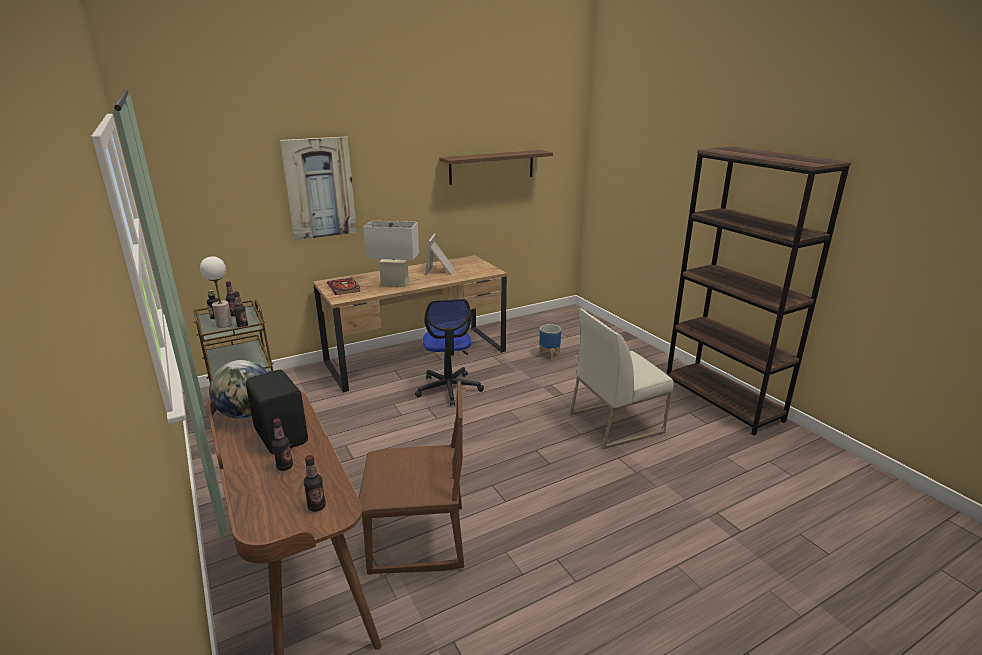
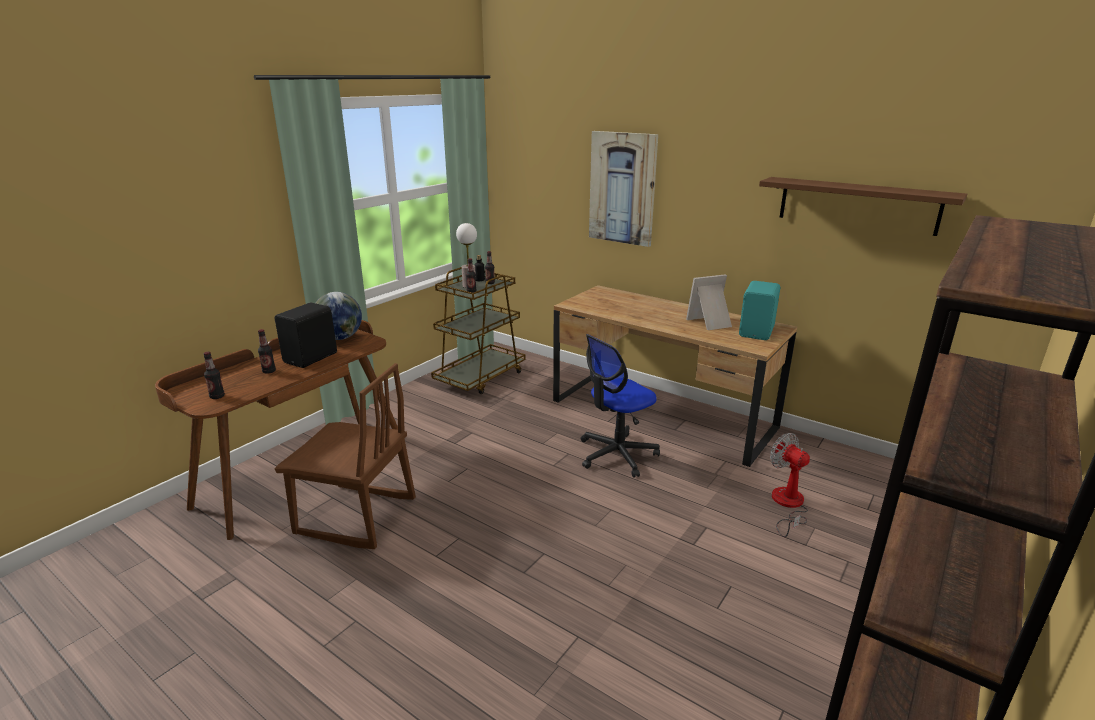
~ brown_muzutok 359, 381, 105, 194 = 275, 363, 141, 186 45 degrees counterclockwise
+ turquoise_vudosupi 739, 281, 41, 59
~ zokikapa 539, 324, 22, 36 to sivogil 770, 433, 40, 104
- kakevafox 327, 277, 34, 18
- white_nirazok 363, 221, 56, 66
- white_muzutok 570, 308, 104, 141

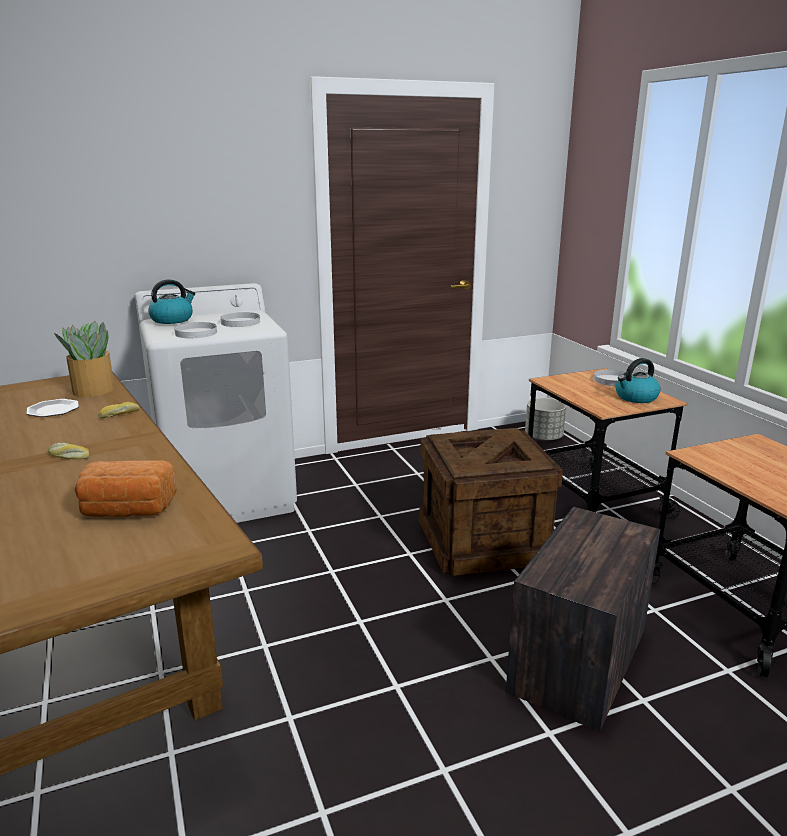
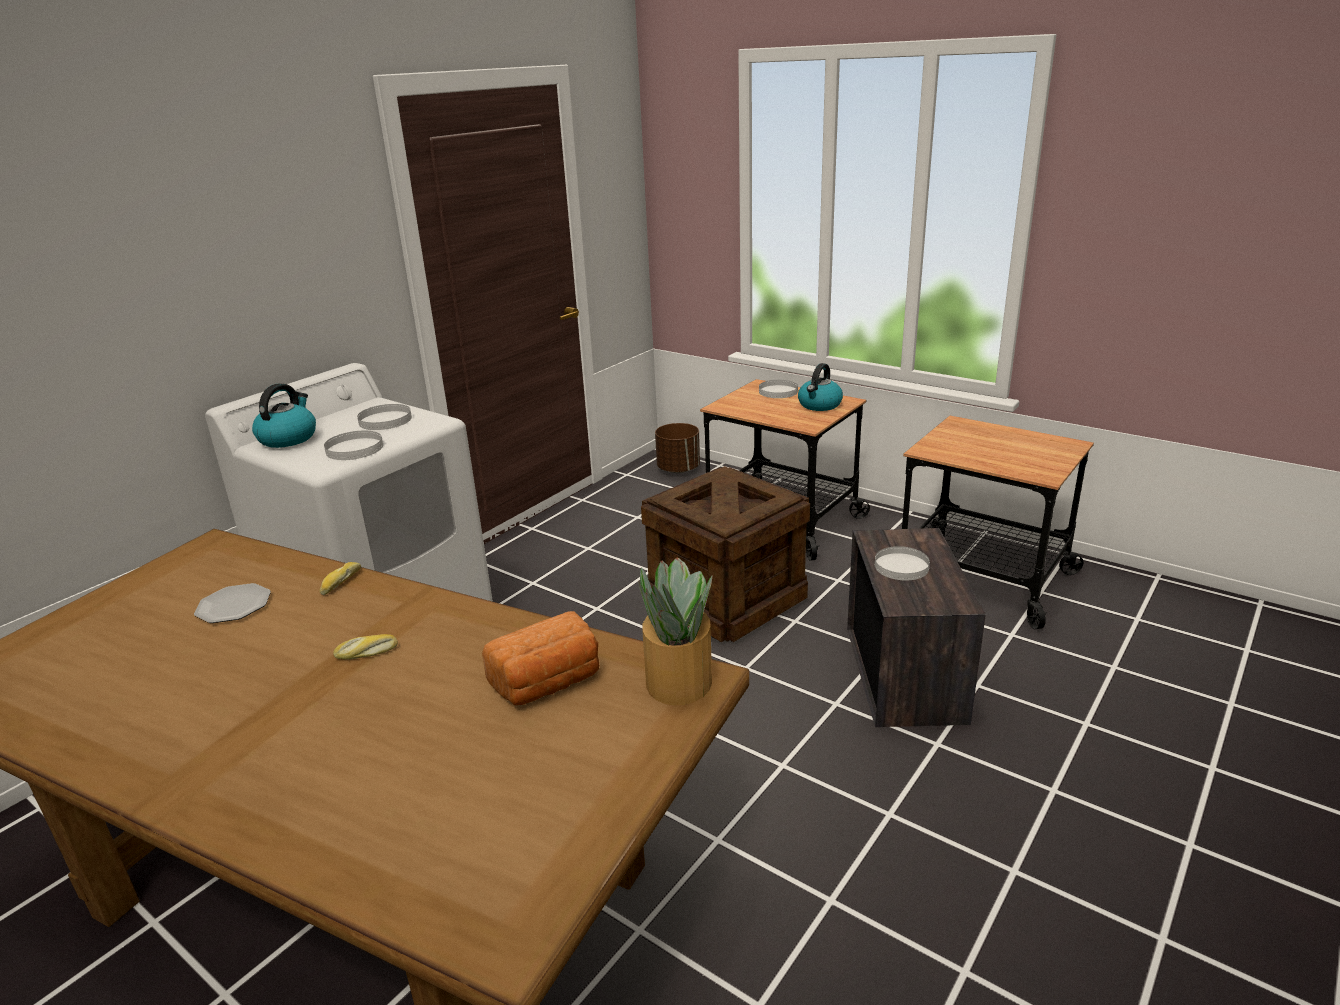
~ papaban 54, 321, 61, 76 to 638, 558, 75, 148
~ grey_zokikapa 525, 398, 41, 43 to brown_zokikapa 655, 423, 45, 50
+ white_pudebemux 875, 546, 55, 34

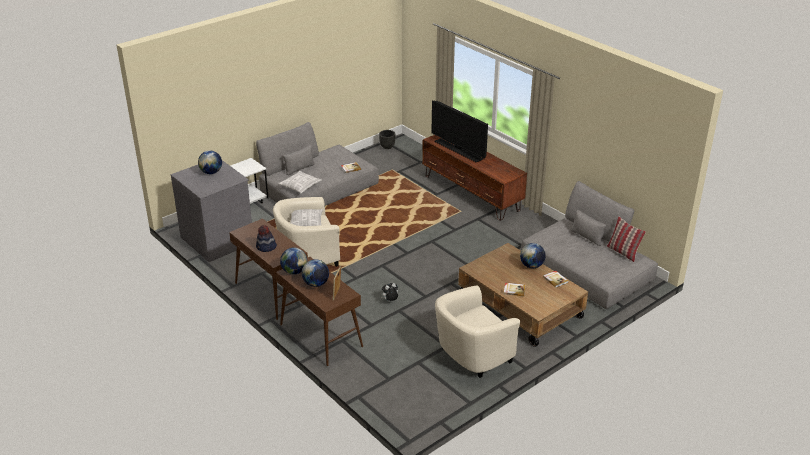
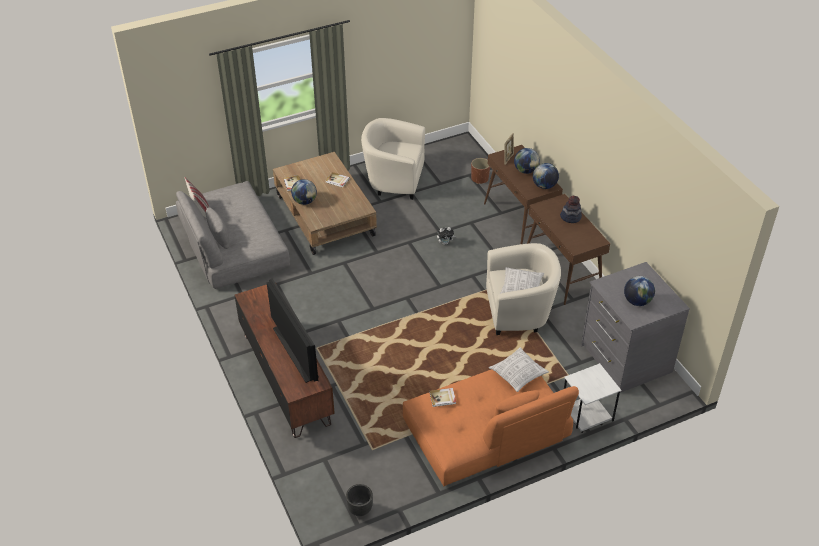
~ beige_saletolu 435, 285, 85, 93 = 361, 118, 64, 82 150 degrees counterclockwise
~ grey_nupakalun 256, 122, 123, 84 to orange_nupakalun 403, 369, 176, 117
+ brown_zokikapa 471, 158, 19, 26

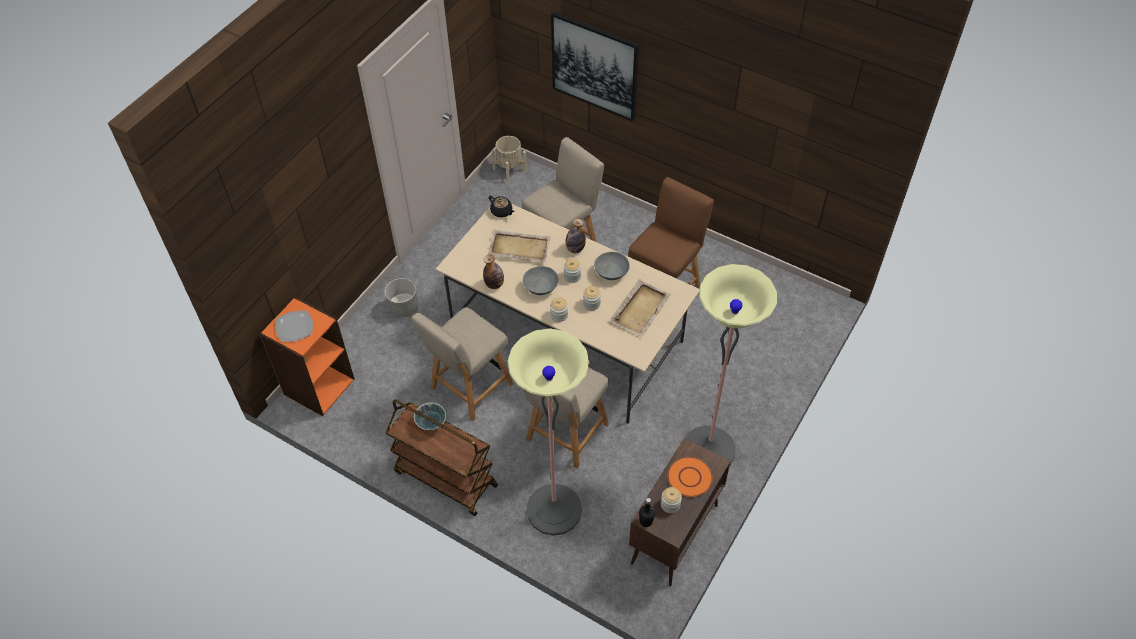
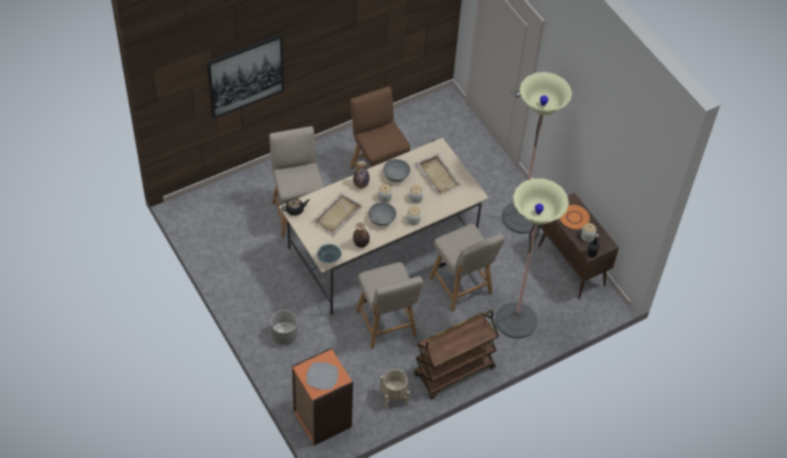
~ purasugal 414, 402, 32, 28 to 317, 244, 25, 20
~ beige_zokikapa 492, 136, 35, 46 to 380, 369, 29, 41

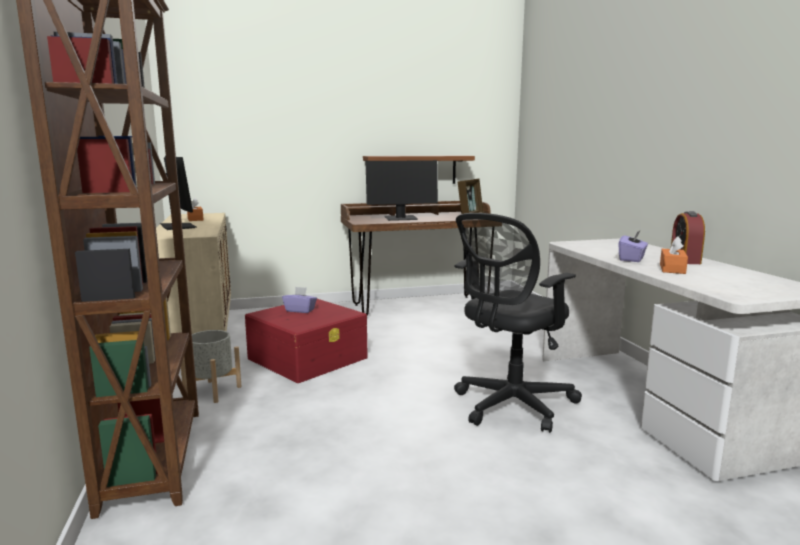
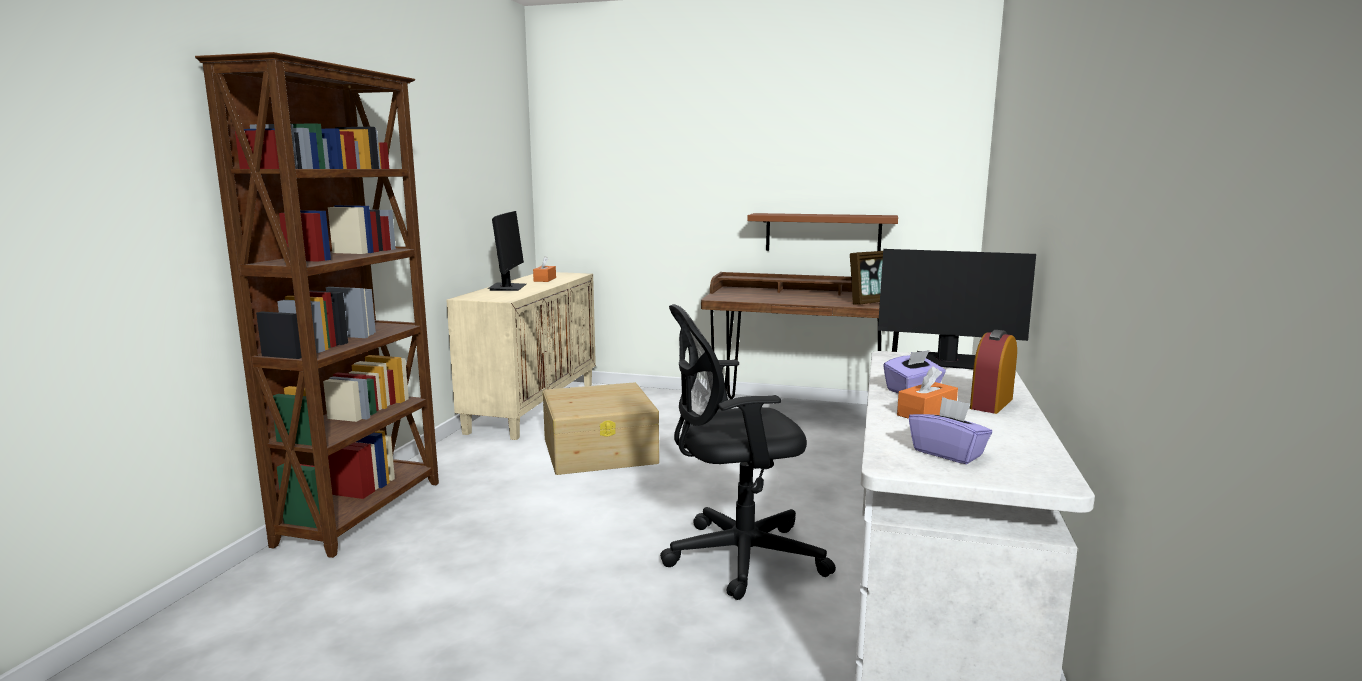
~ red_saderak 245, 299, 123, 84 to beige_saderak 543, 382, 116, 93
~ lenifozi 366, 160, 72, 61 to 878, 249, 158, 120
~ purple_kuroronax 282, 287, 35, 26 to 909, 397, 83, 67
- grey_zokikapa 181, 330, 60, 73

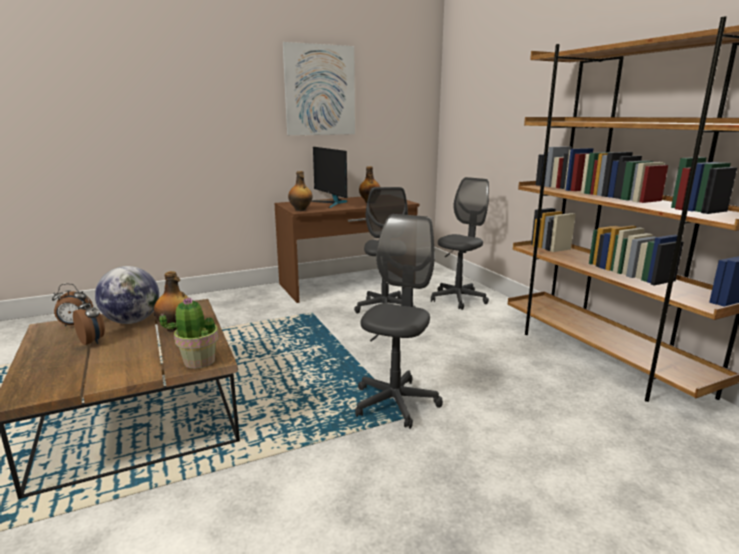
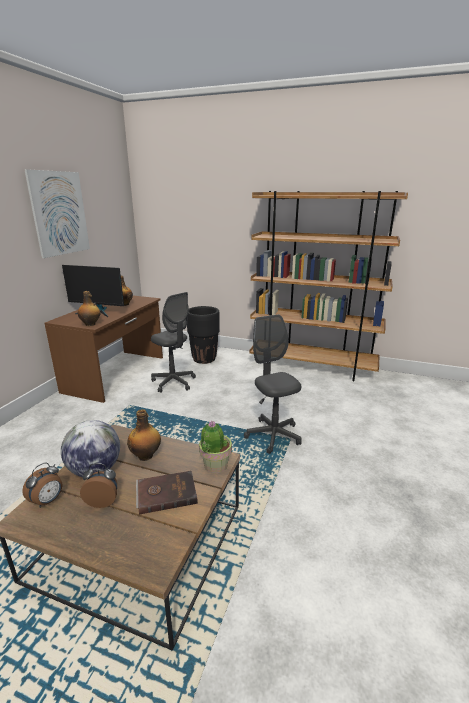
+ brown_kakevafox 136, 471, 62, 44
~ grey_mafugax 431, 177, 58, 133 to black_zokikapa 187, 306, 33, 58

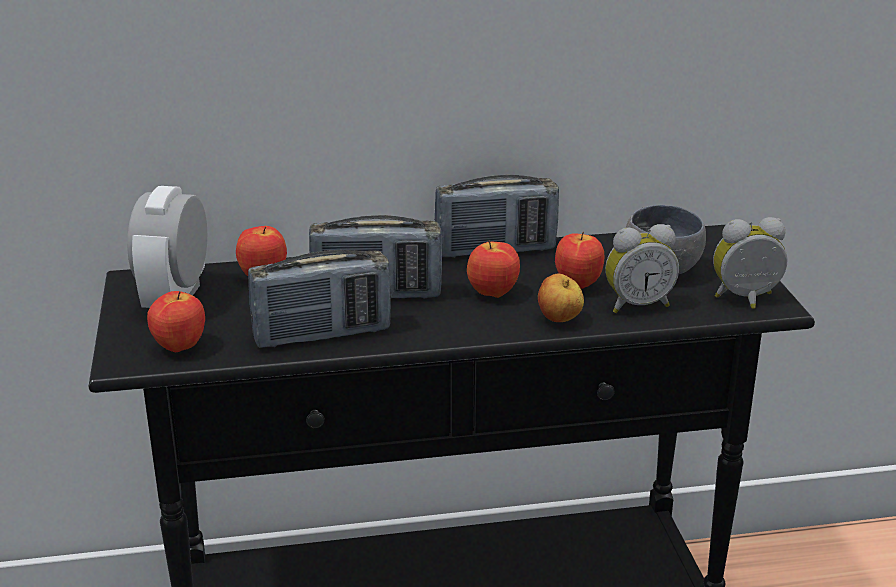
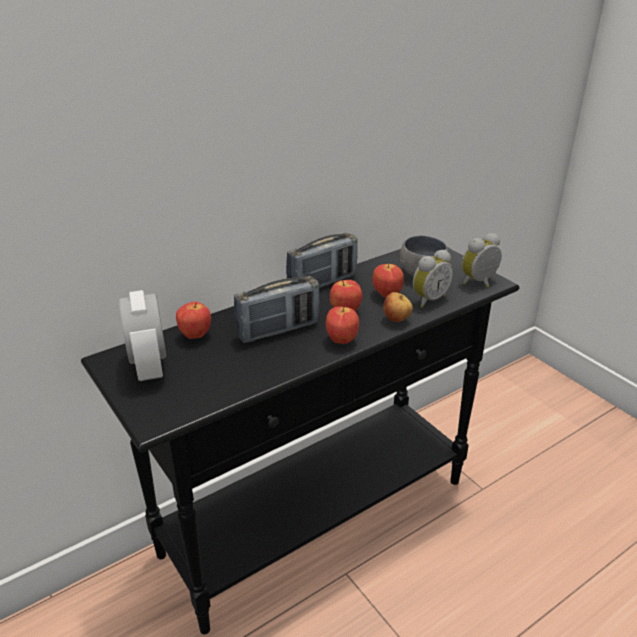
~ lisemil 147, 291, 58, 61 to 326, 307, 33, 37
- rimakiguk 248, 250, 143, 98

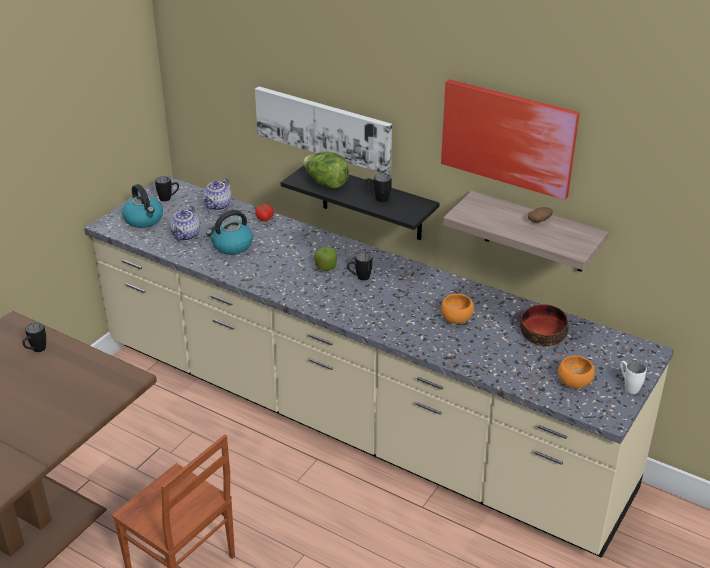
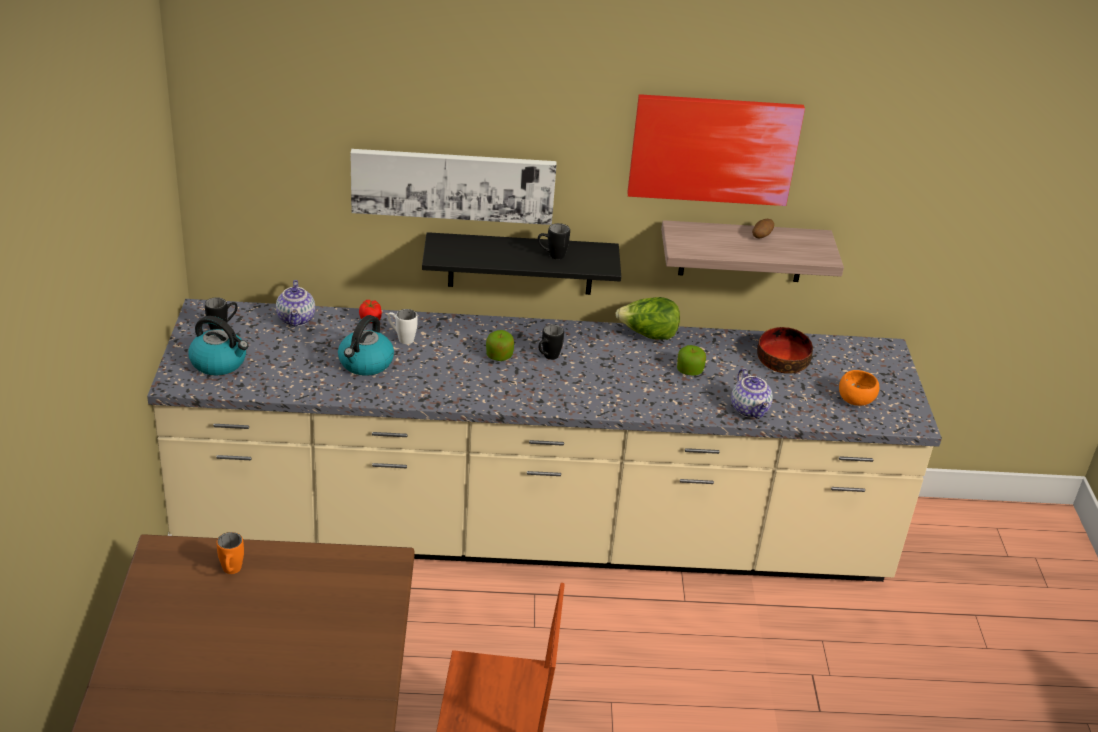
~ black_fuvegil 22, 322, 24, 30 to orange_fuvegil 216, 532, 28, 42
~ white_fuvegil 620, 361, 27, 33 to 388, 309, 29, 35
~ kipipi 303, 152, 46, 37 to 615, 297, 65, 43
~ orange_purasugal 441, 294, 33, 30 to lisemil 677, 345, 29, 30
~ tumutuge 170, 206, 30, 35 to 731, 368, 42, 51

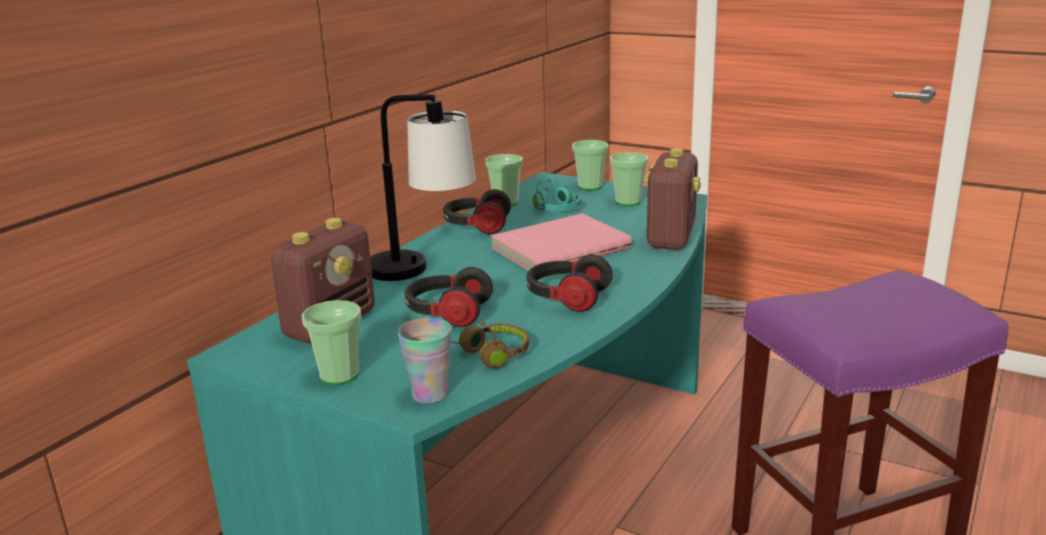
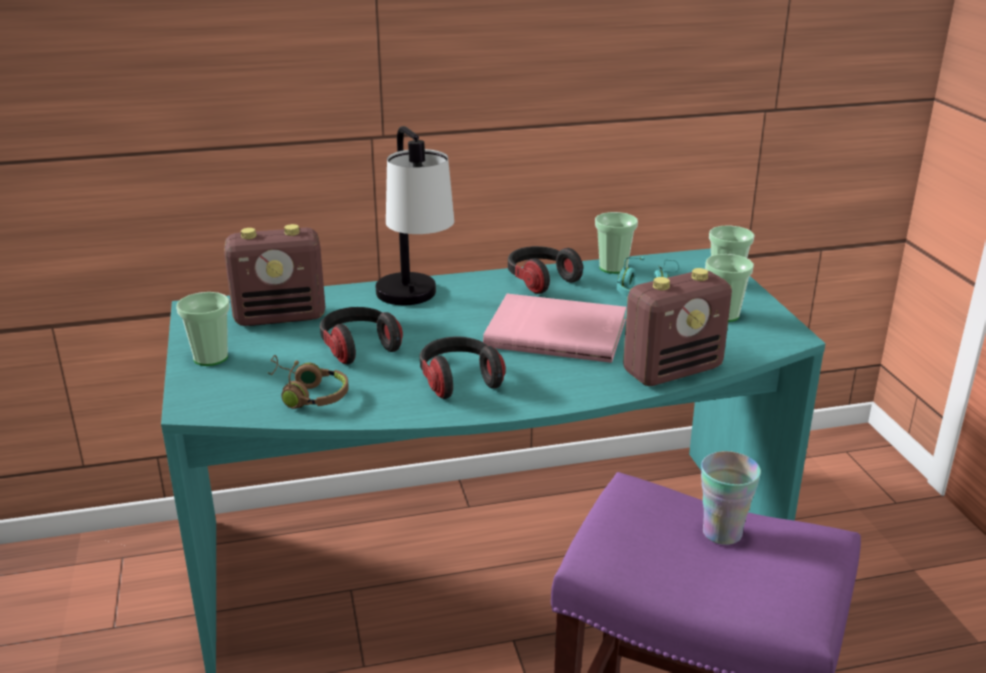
~ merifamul 398, 317, 54, 87 to 701, 451, 60, 94

